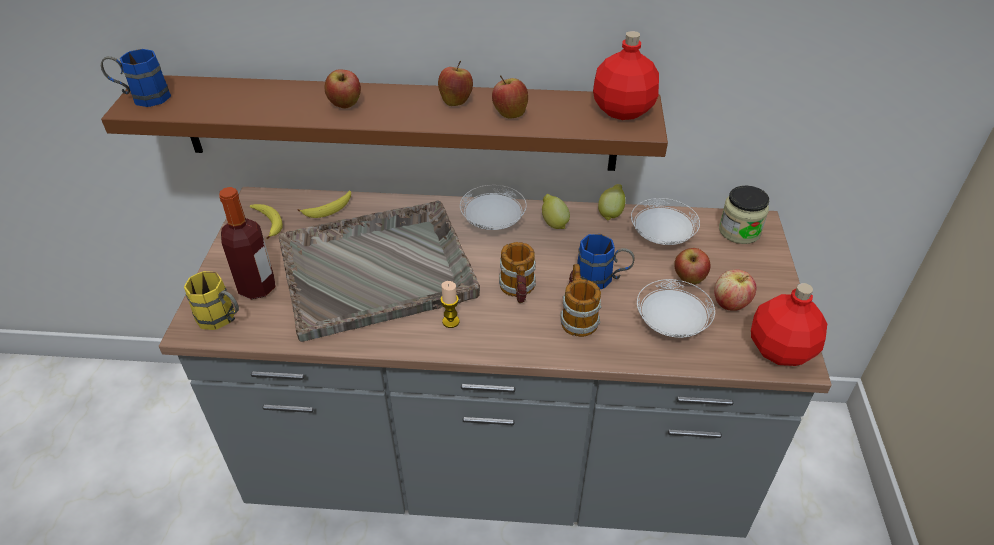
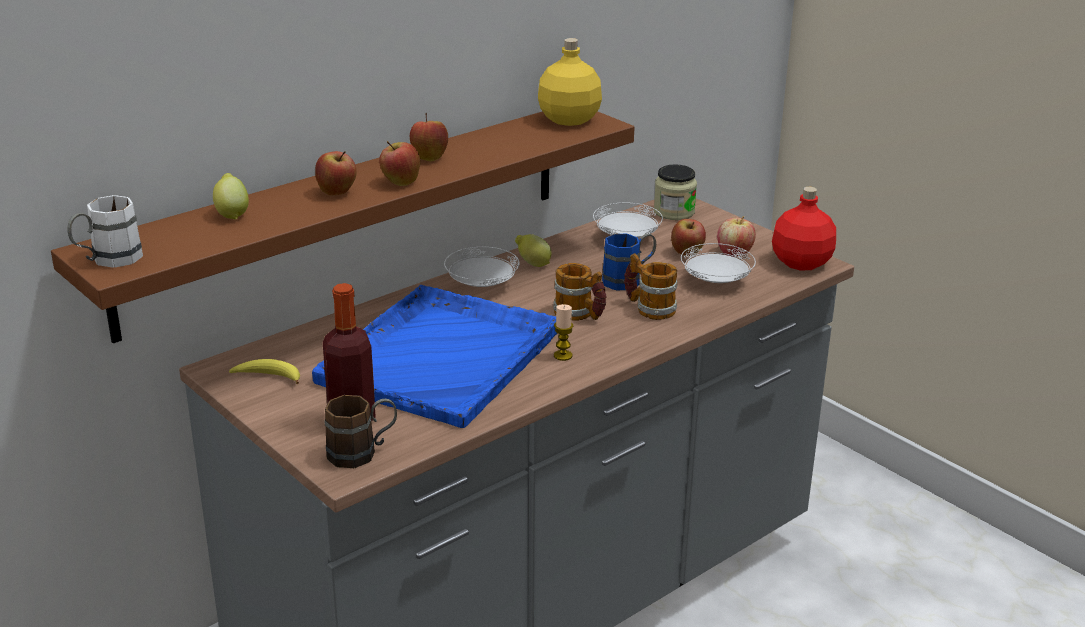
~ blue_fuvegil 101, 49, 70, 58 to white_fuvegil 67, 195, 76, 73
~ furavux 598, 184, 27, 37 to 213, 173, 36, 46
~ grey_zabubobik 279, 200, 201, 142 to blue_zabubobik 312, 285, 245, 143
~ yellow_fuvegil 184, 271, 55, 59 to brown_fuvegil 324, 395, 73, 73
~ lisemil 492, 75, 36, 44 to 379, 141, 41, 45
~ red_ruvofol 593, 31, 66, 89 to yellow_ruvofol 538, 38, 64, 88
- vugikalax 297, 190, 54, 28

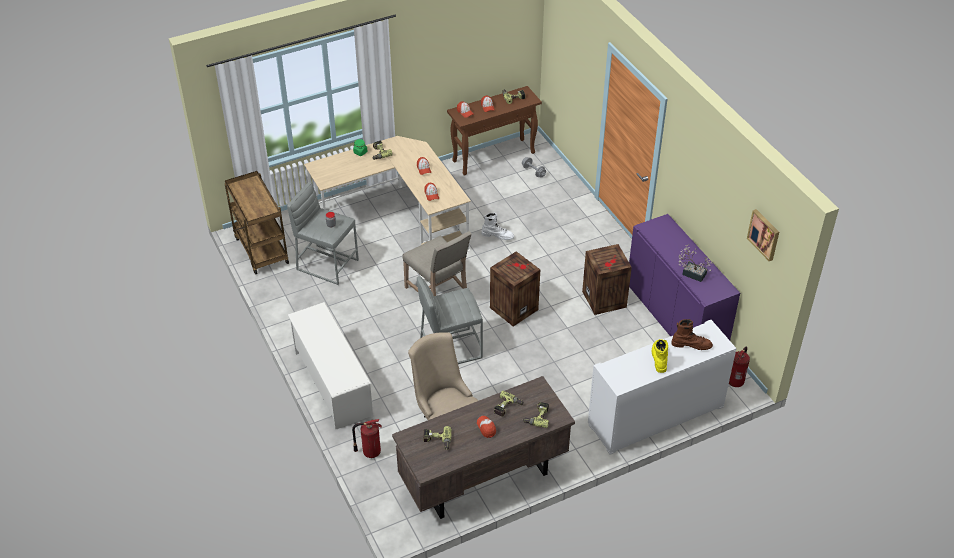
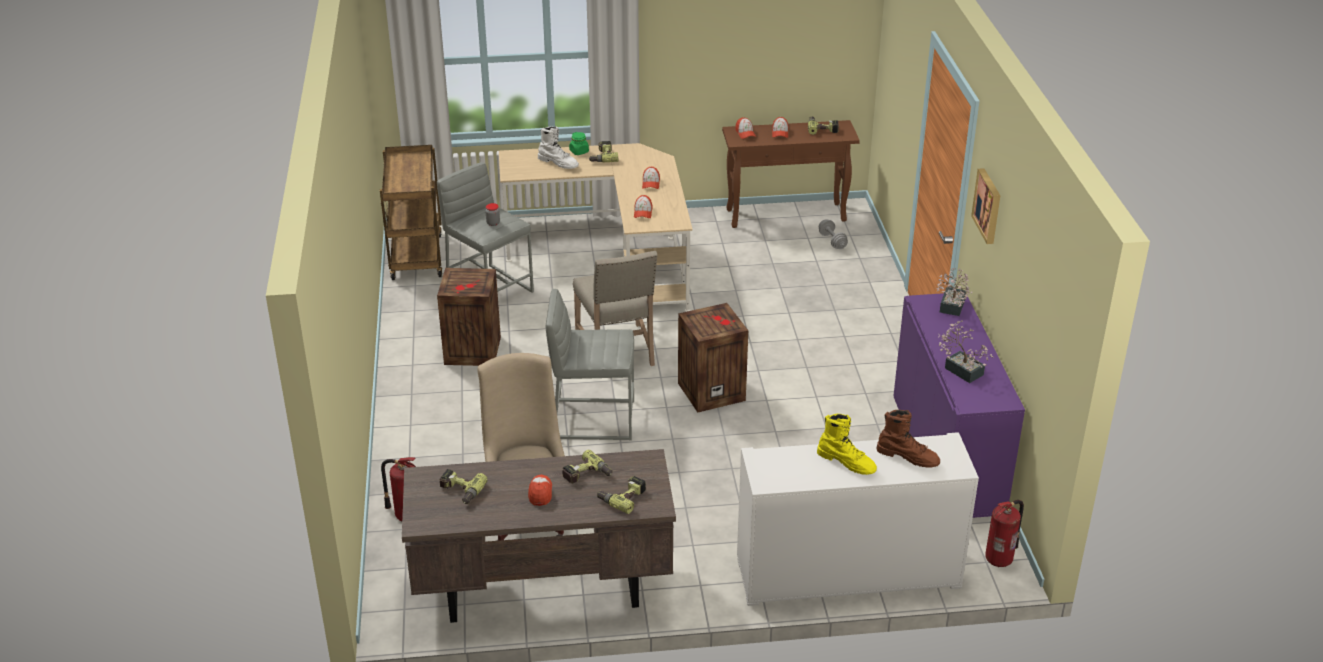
~ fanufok 582, 244, 50, 71 to 437, 268, 64, 98
~ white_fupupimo 481, 213, 33, 27 to 538, 126, 41, 43
~ yellow_fupupimo 652, 339, 16, 34 = 817, 414, 60, 61 105 degrees clockwise
+ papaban 936, 268, 37, 48
~ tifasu 747, 209, 32, 52 to 971, 168, 29, 76
- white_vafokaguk 288, 302, 85, 128

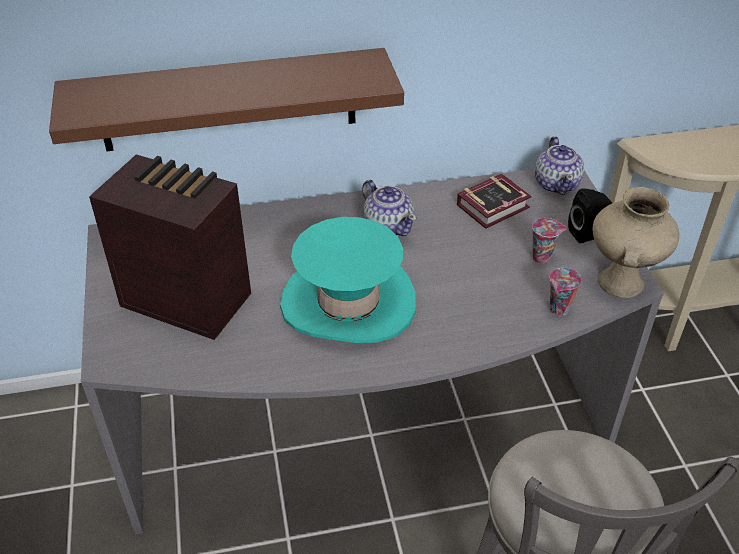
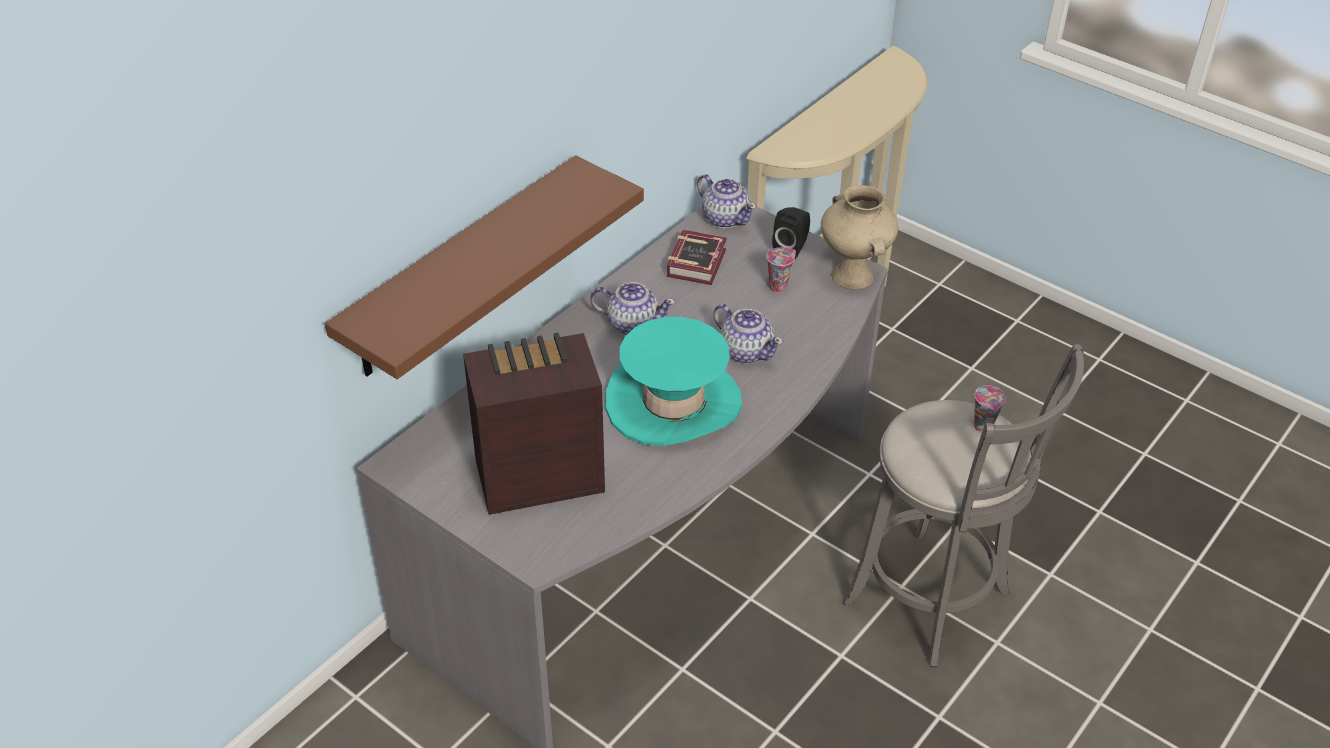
+ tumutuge 713, 304, 70, 59
~ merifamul 550, 268, 32, 48 to 974, 385, 32, 48

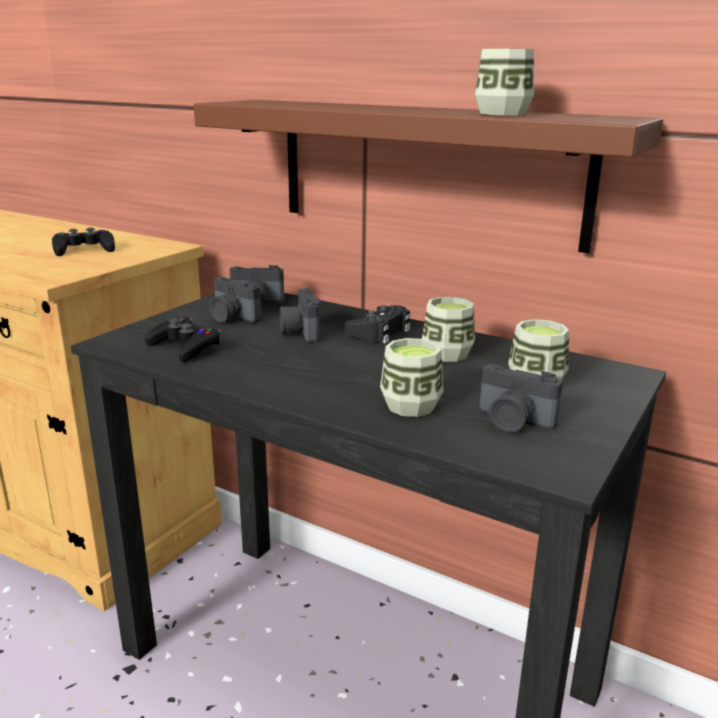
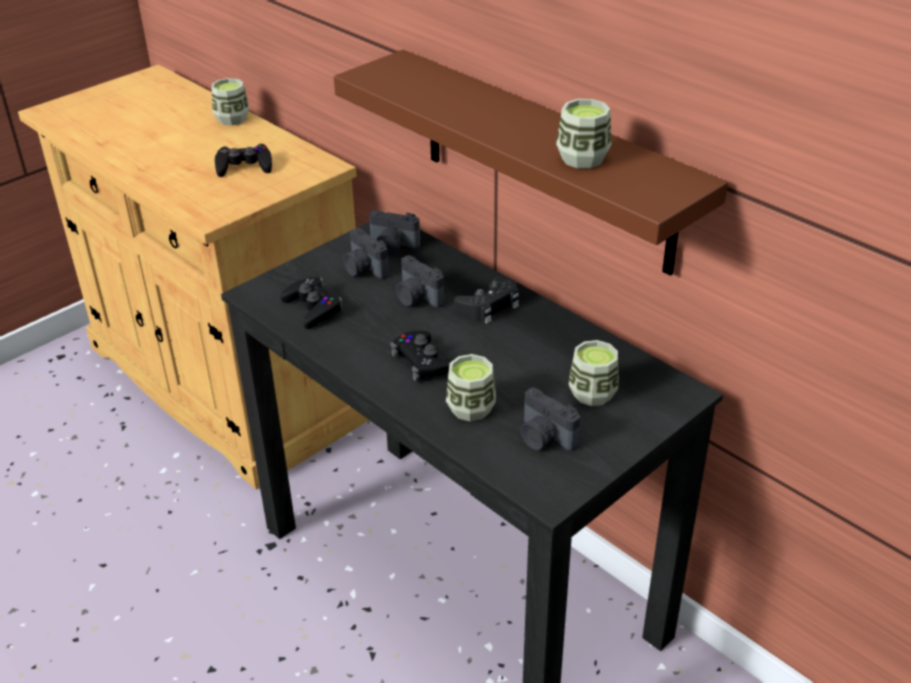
~ merifamul 422, 297, 53, 65 to 212, 78, 37, 47
+ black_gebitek 391, 331, 62, 50
~ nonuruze 280, 288, 40, 54 = 396, 255, 48, 53 45 degrees counterclockwise

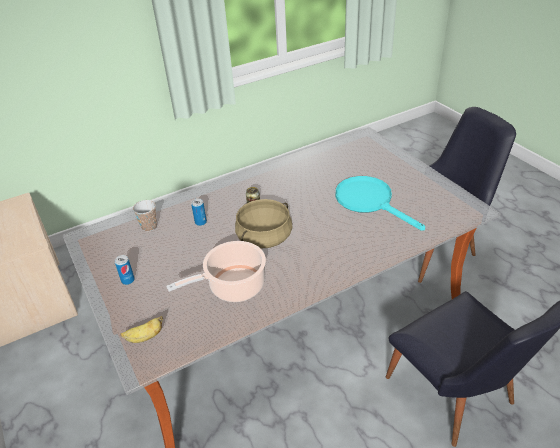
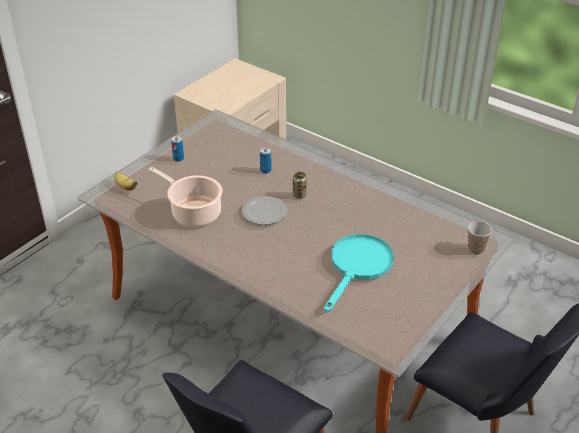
~ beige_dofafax 235, 199, 58, 50 to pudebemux 242, 196, 45, 29
~ merifamul 133, 200, 24, 32 to 468, 221, 24, 33

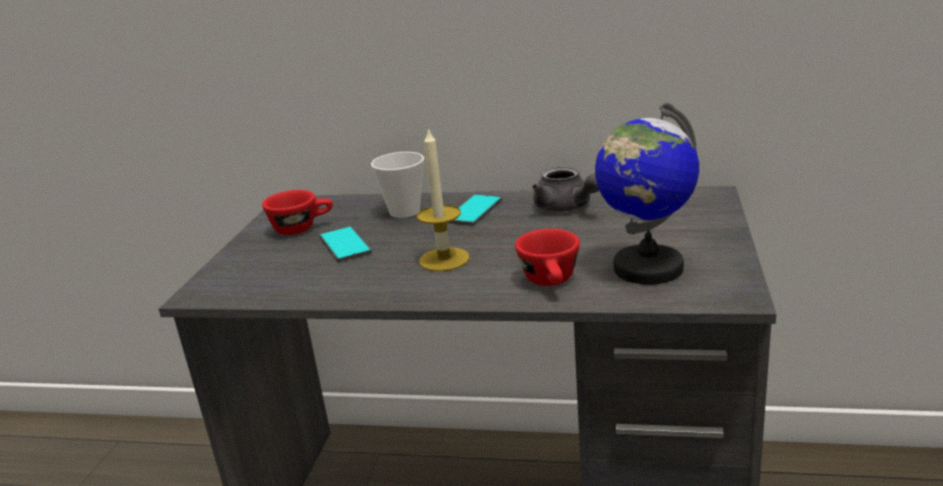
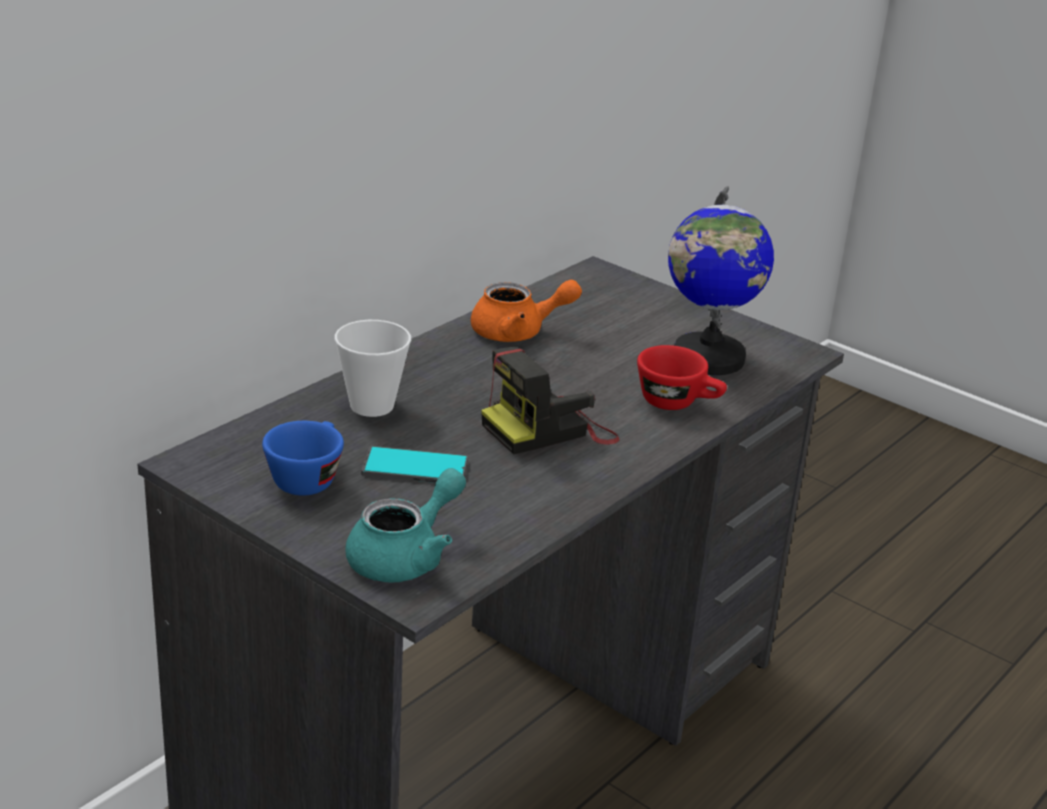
~ red_merifamul 262, 190, 71, 45 to blue_merifamul 262, 421, 82, 75
+ turquoise_tumutuge 345, 468, 121, 115
~ grey_tumutuge 532, 166, 68, 46 to orange_tumutuge 471, 279, 111, 63
~ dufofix 417, 127, 53, 144 to nonuruze 481, 347, 139, 107
- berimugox 447, 194, 55, 32

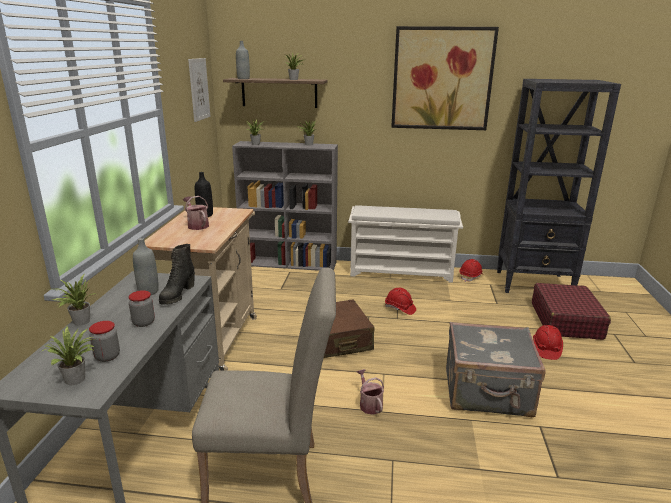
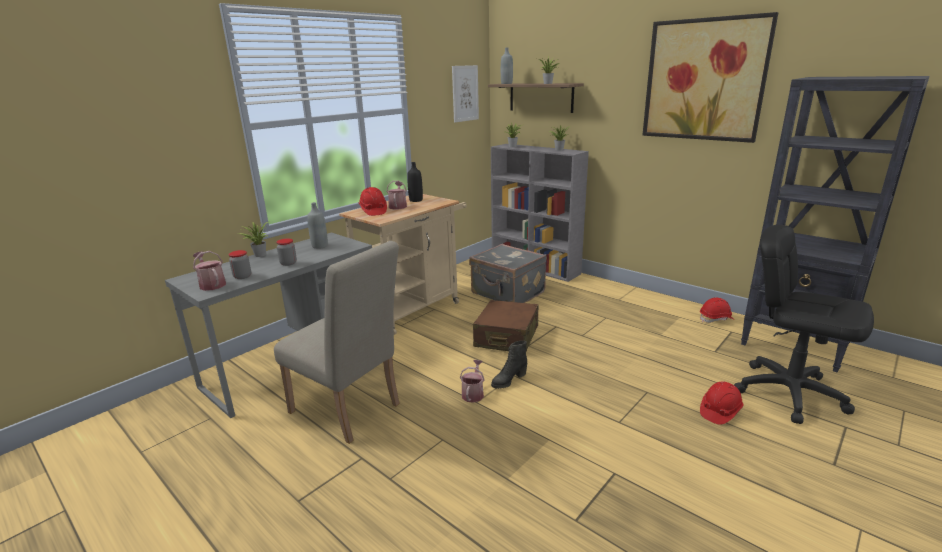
~ papaban 42, 326, 52, 59 to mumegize 193, 251, 33, 40
~ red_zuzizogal 385, 288, 31, 27 to 359, 187, 28, 29
~ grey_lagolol 446, 322, 100, 95 to 469, 244, 78, 59
~ black_fupupimo 159, 244, 36, 61 to 491, 341, 36, 48
~ red_lagolol 532, 283, 79, 57 to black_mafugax 734, 224, 140, 200
- white_vafokaguk 348, 205, 115, 78

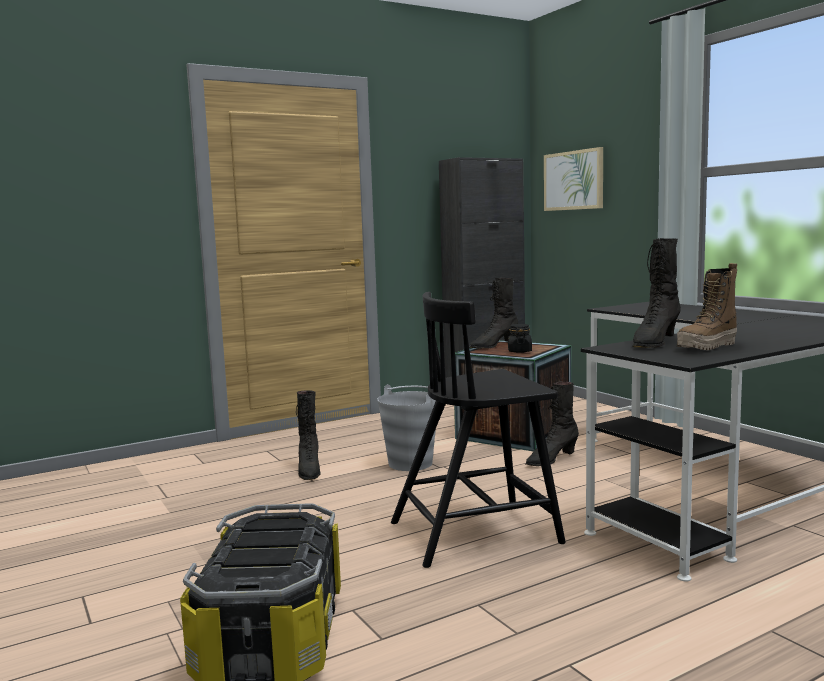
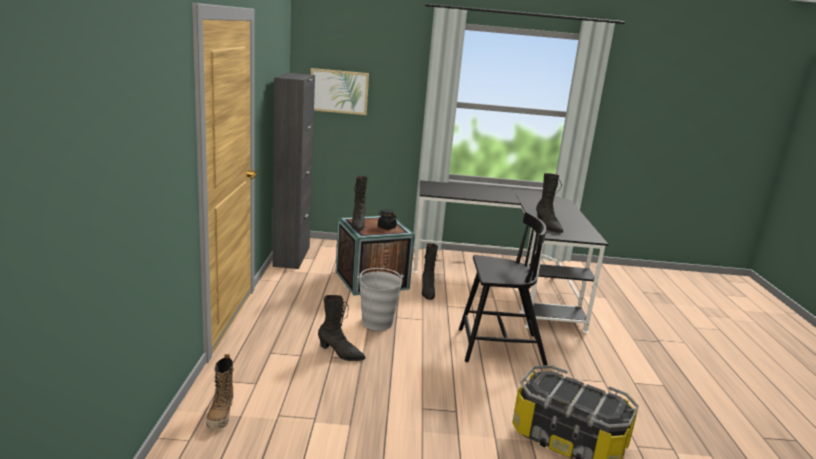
~ fupupimo 677, 263, 60, 87 to 206, 354, 28, 75
~ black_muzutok 391, 292, 175, 276 = 459, 212, 89, 154 105 degrees counterclockwise

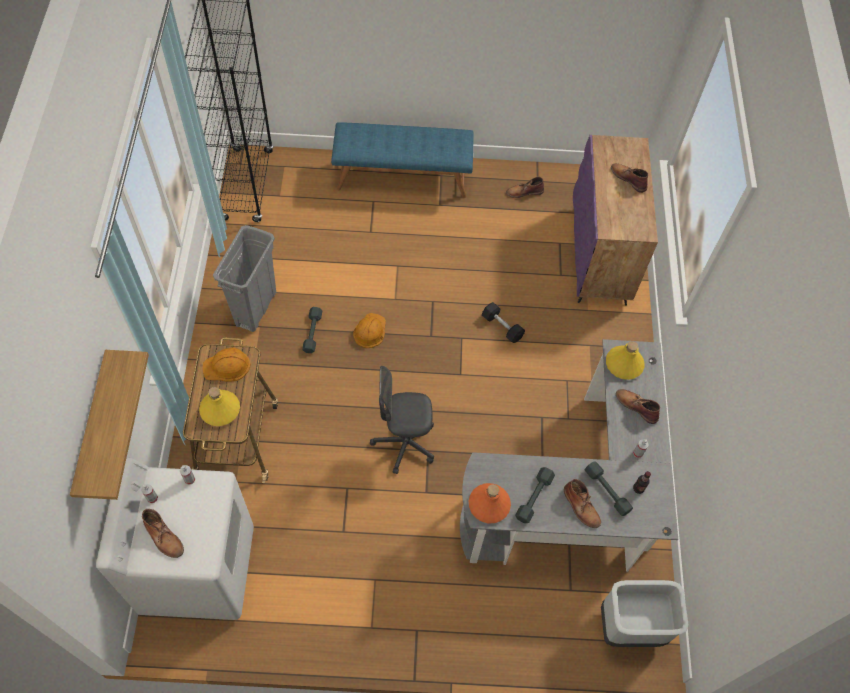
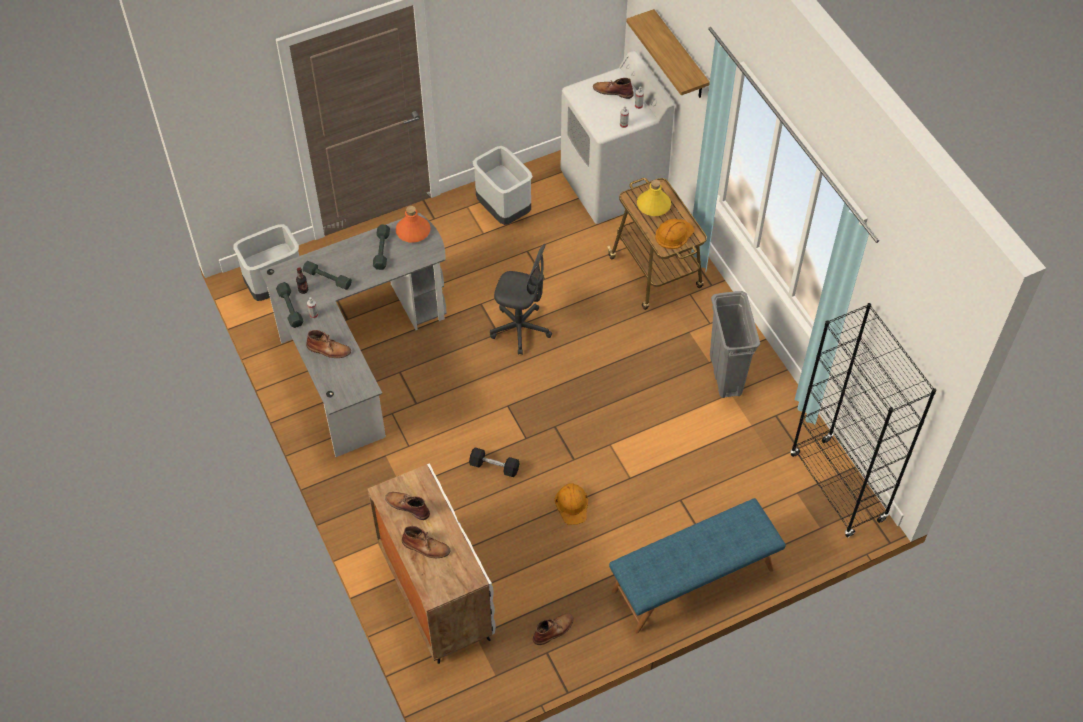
~ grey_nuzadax 302, 307, 20, 46 to 276, 282, 28, 46
~ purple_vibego 573, 135, 85, 171 to white_vibego 368, 463, 128, 201
~ brown_fupupimo 564, 479, 37, 49 to 385, 492, 45, 28
+ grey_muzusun 473, 146, 60, 79
~ grey_mafugax 370, 366, 64, 108 = 490, 244, 62, 111 45 degrees clockwise
~ orange_zuzizogal 353, 313, 33, 35 to 555, 483, 33, 42
- yellow_ruvofol 606, 341, 38, 39

